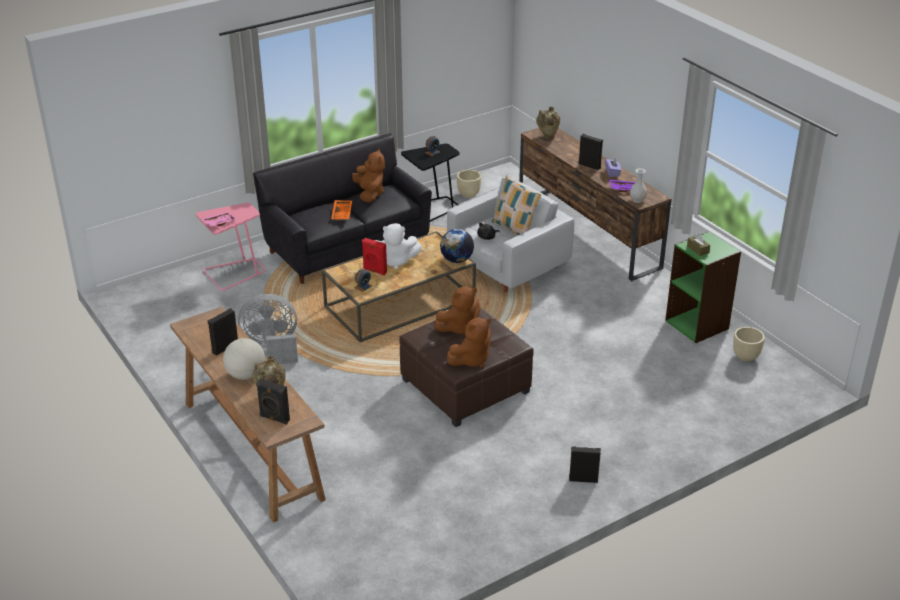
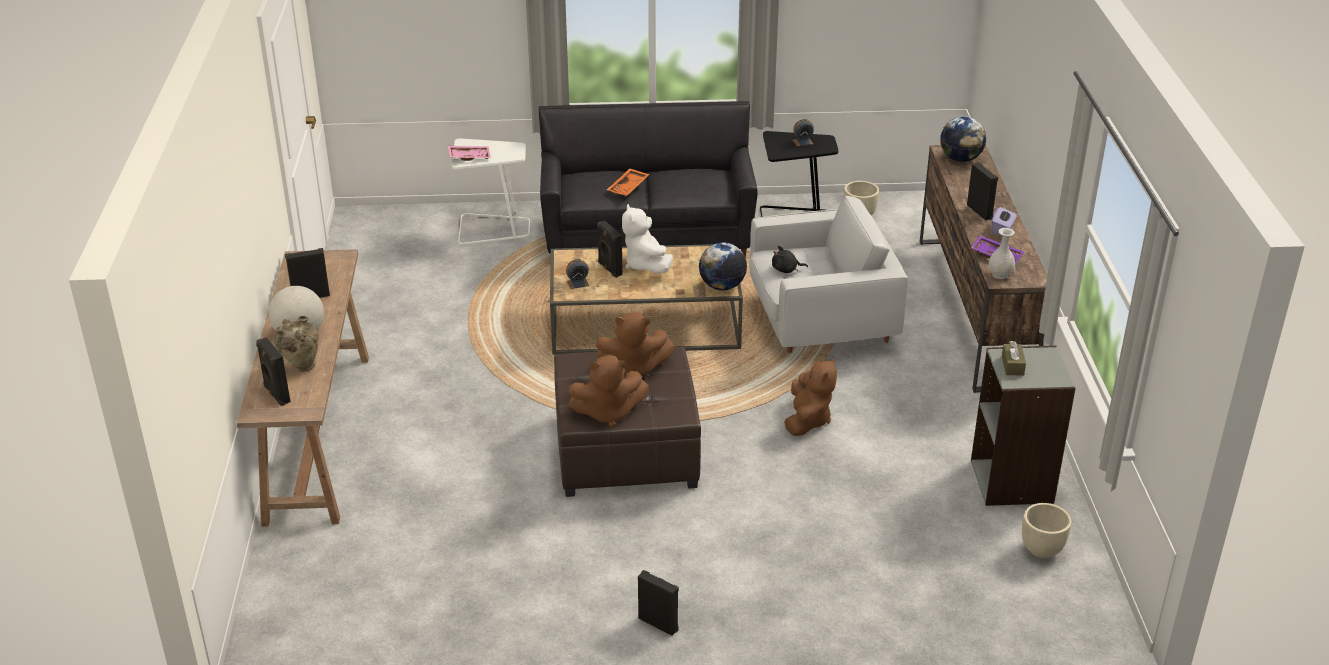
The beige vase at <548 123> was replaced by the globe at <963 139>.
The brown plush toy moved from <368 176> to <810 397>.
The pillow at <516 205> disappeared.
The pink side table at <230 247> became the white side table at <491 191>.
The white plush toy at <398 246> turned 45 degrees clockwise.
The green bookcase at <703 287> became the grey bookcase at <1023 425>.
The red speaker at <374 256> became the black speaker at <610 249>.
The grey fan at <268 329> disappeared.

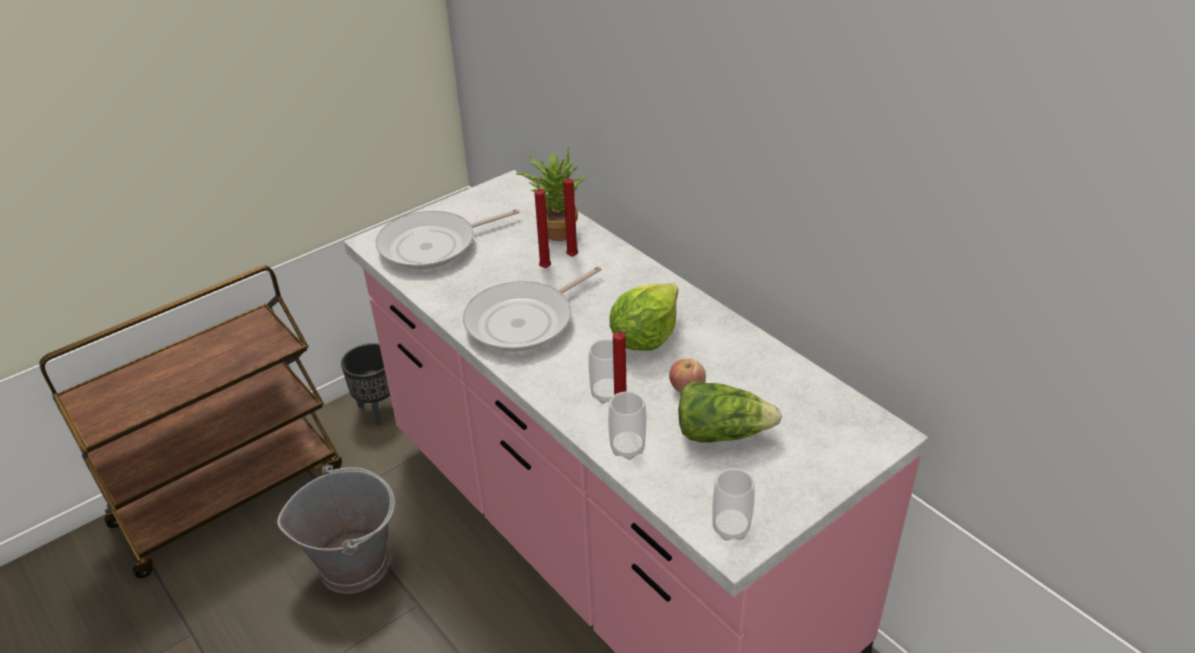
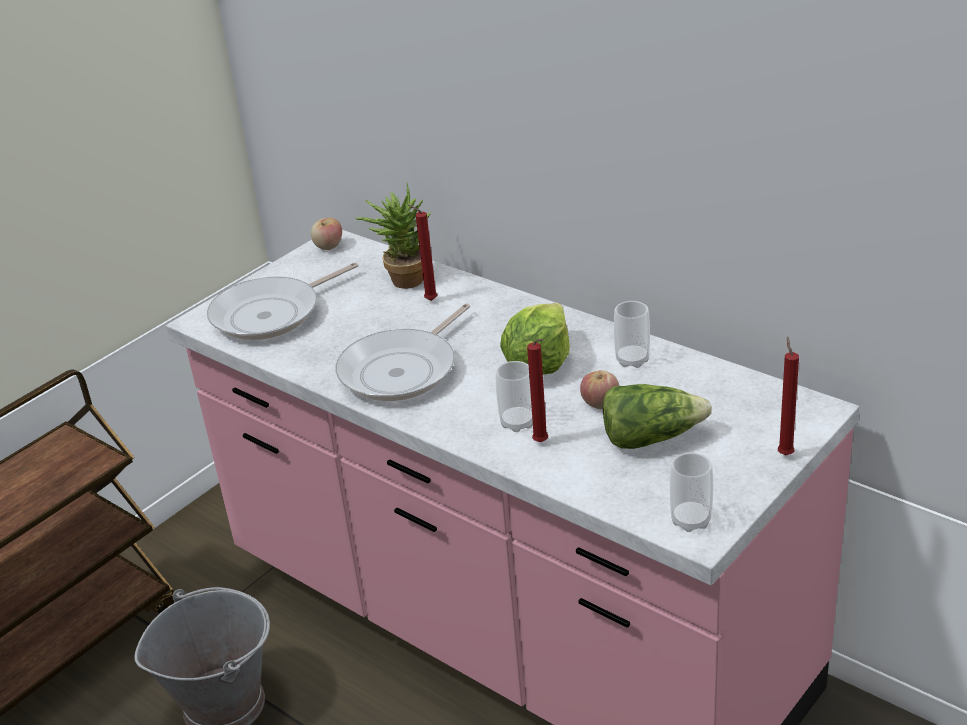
The red candle moved from <542 222> to <788 395>.
The black planter at <366 384> disappeared.
The cup moved from <627 425> to <632 334>.
The apple at <326 234> appeared.

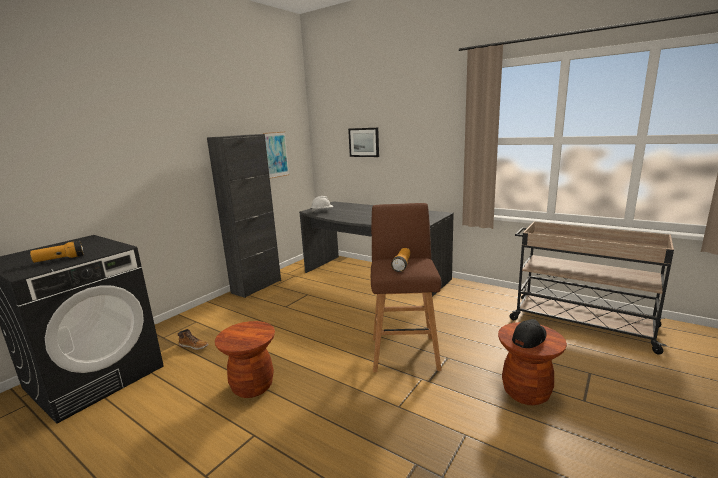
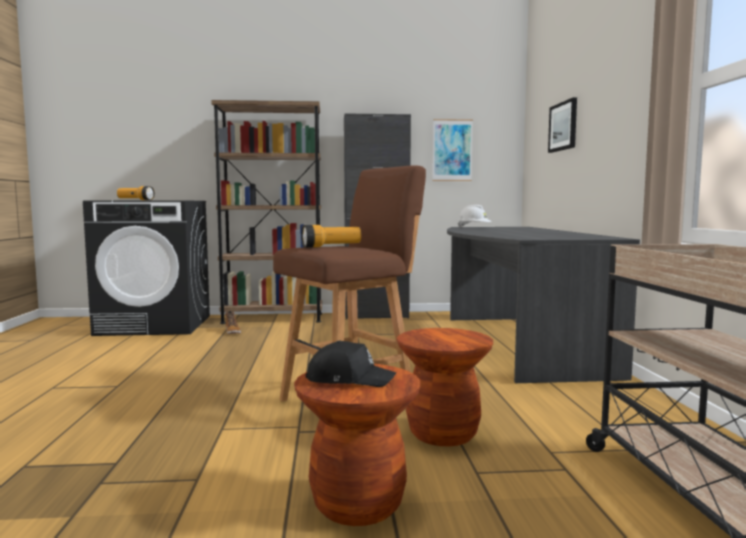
The brown stool moved from <245 359> to <445 387>.
The brown bookcase at <266 212> appeared.

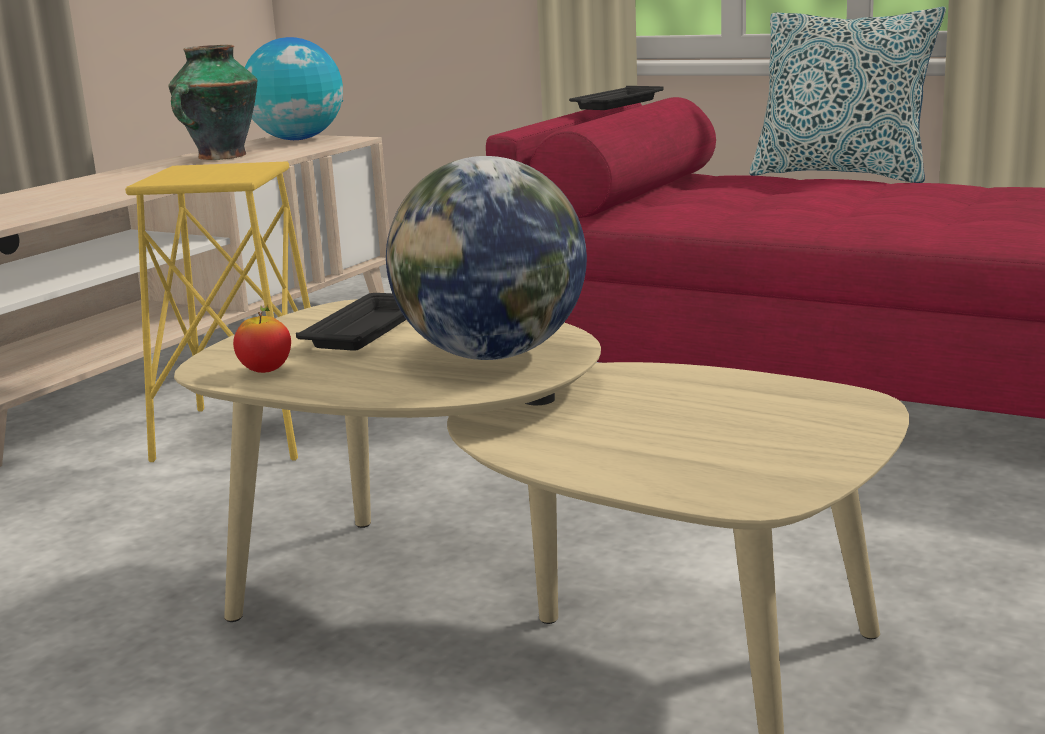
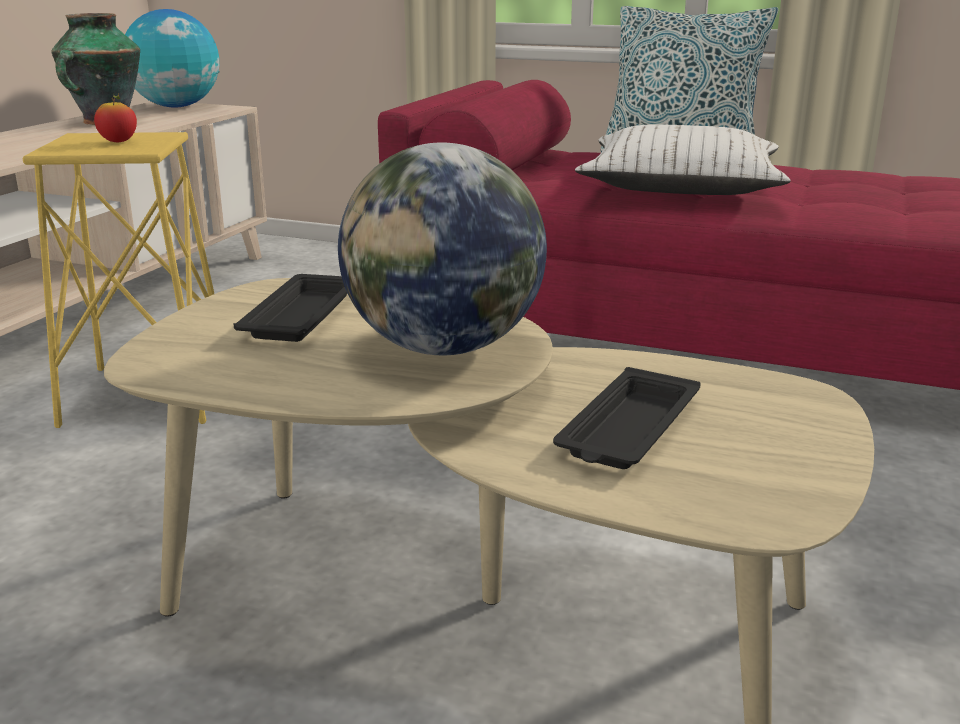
The black tray moved from <616 98> to <627 418>.
The apple moved from <262 338> to <115 117>.
The white pillow at <683 159> appeared.

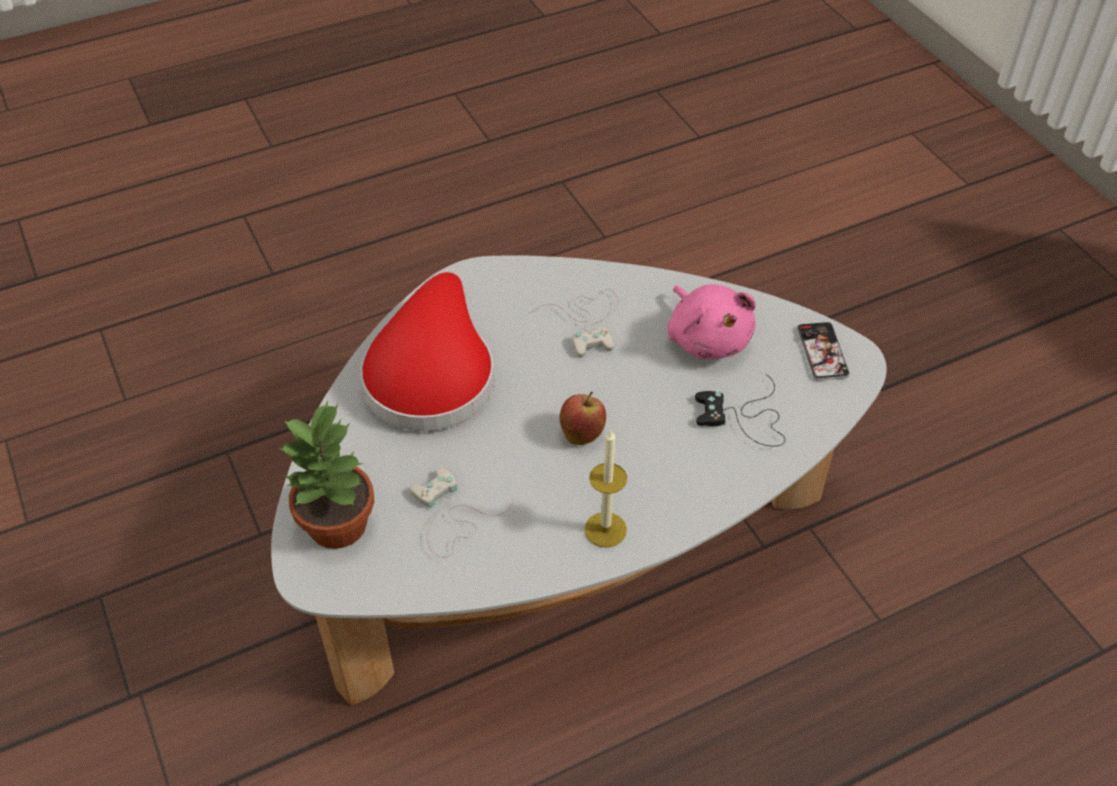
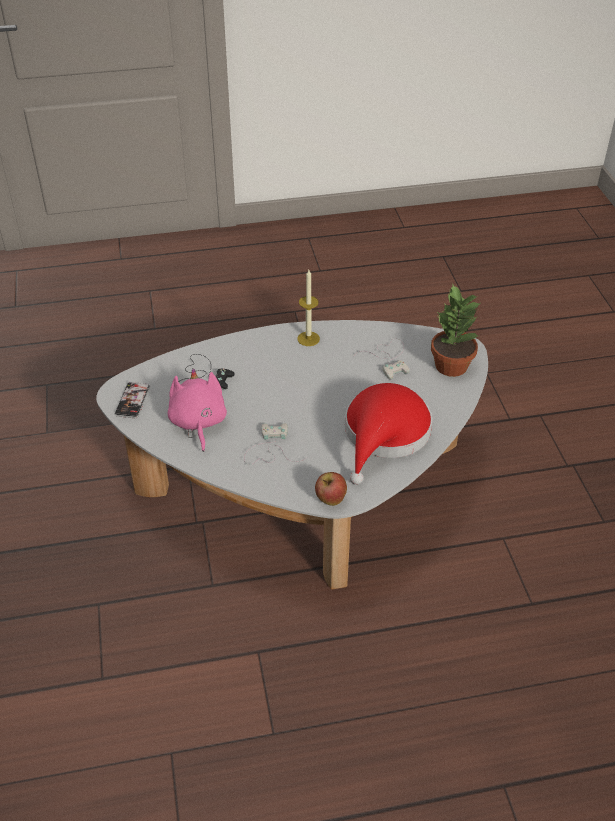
The apple moved from <583 418> to <331 489>.

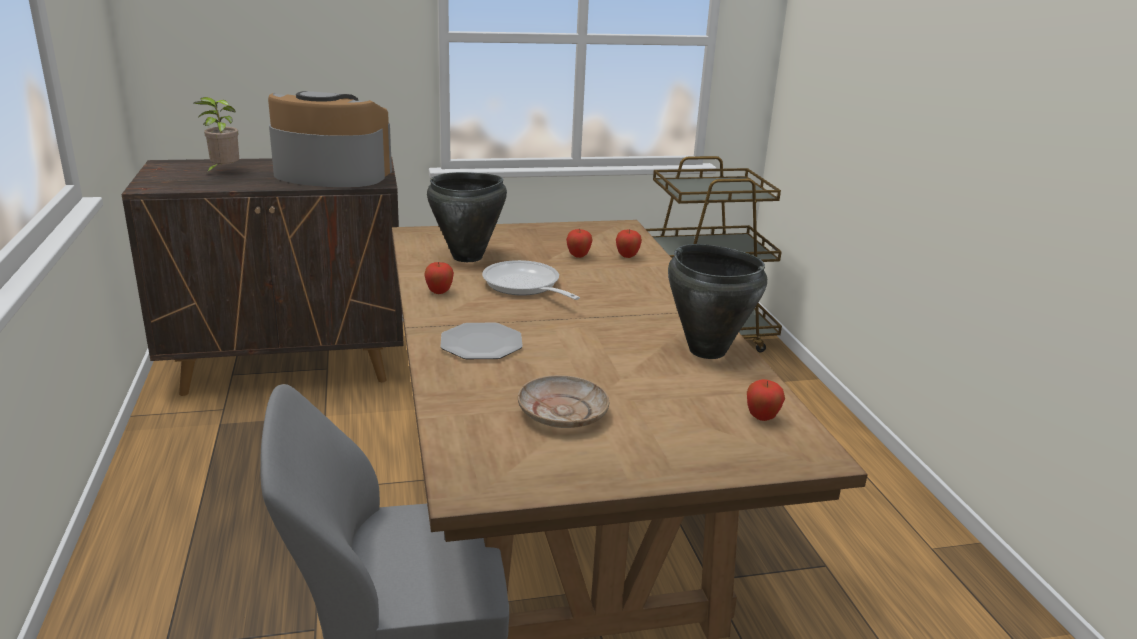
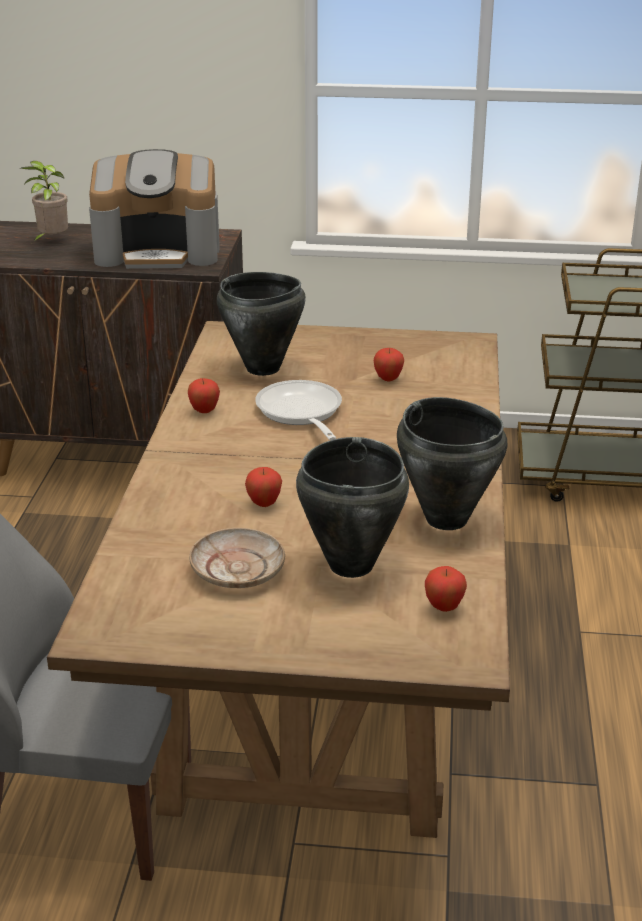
The coffee machine at <330 139> turned 150 degrees clockwise.
The apple moved from <629 243> to <263 487>.
The plate at <481 341> disappeared.
The black cooking pot at <352 507> appeared.

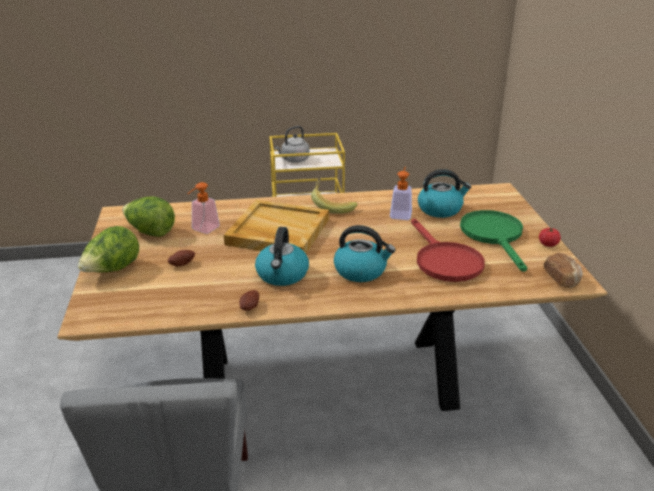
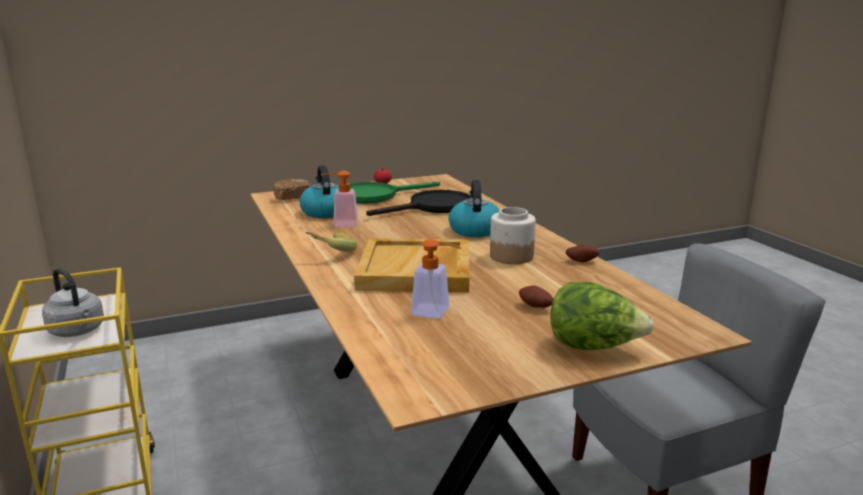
The lettuce at <148 217> disappeared.
The red frying pan at <448 250> became the black frying pan at <418 203>.
The kettle at <282 256> was replaced by the jar at <513 235>.
The bread moved from <563 270> to <292 189>.

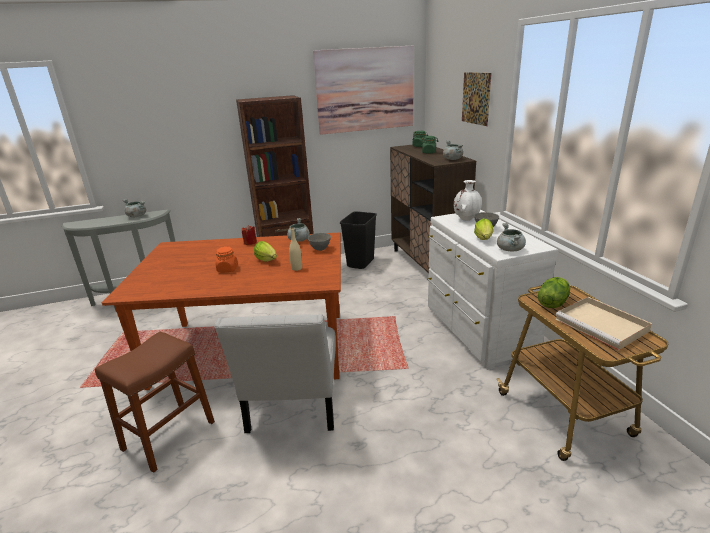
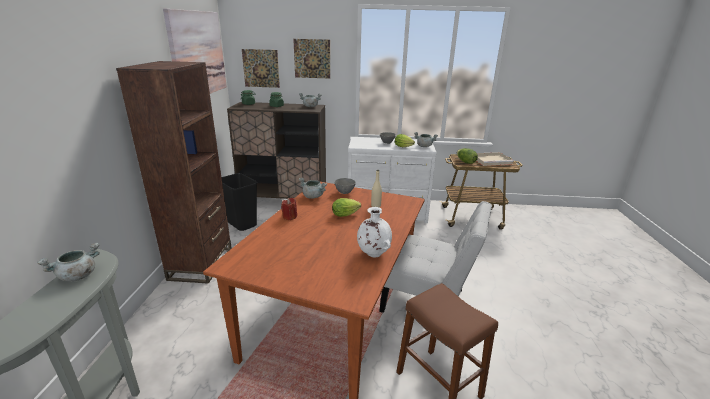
The white vase moved from <468 200> to <374 232>.
The orange jar at <226 259> disappeared.
The picture at <261 68> appeared.

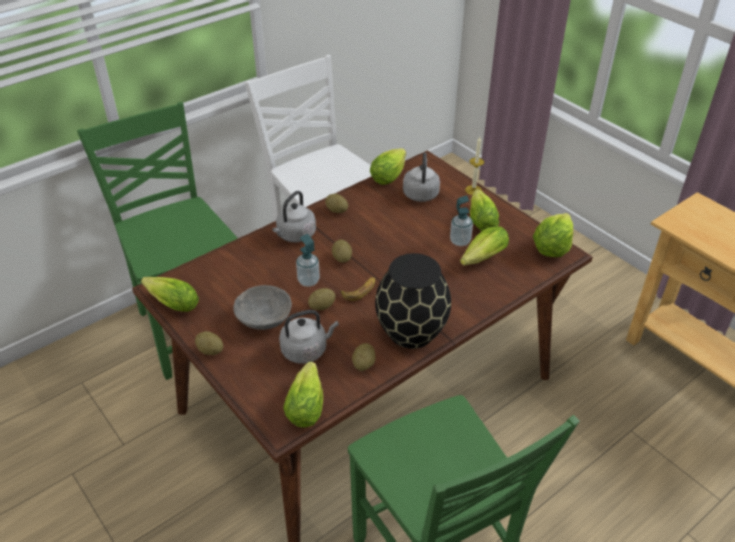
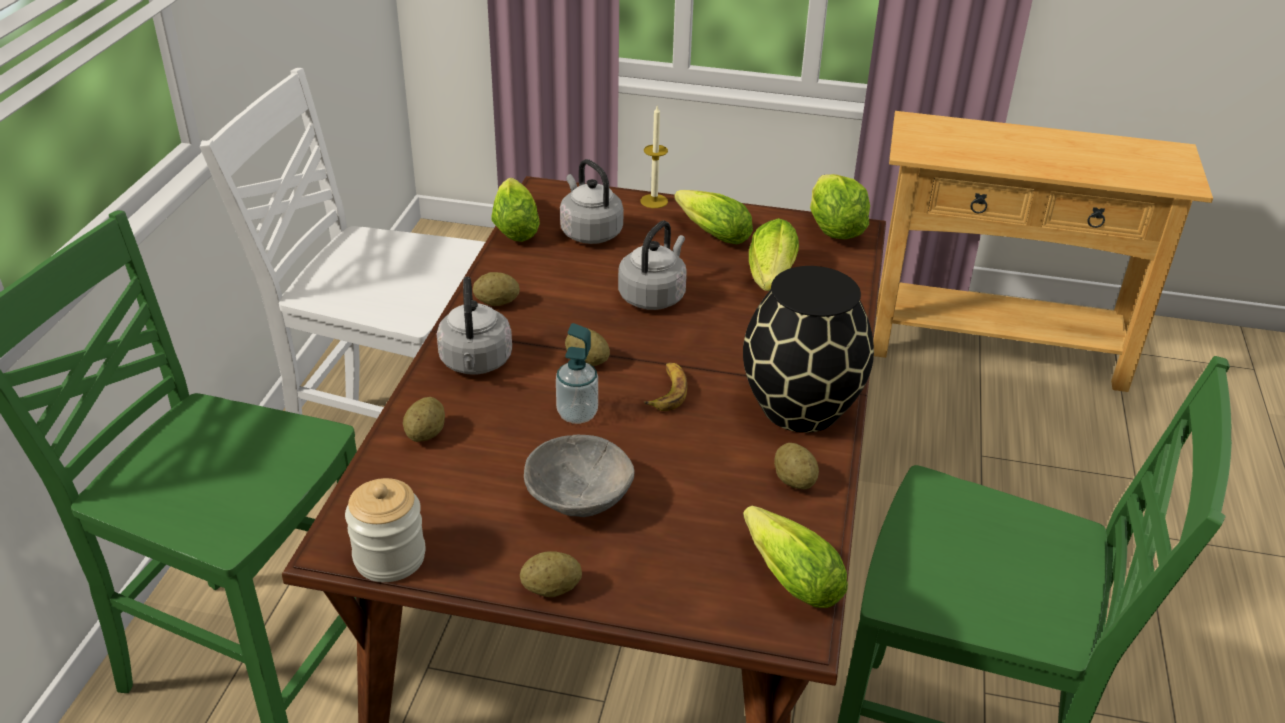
The soap dispenser at <461 221> disappeared.
The lettuce at <170 294> was replaced by the jar at <385 530>.
The potato moved from <322 299> to <424 419>.
The grey kettle moved from <309 337> to <652 265>.

